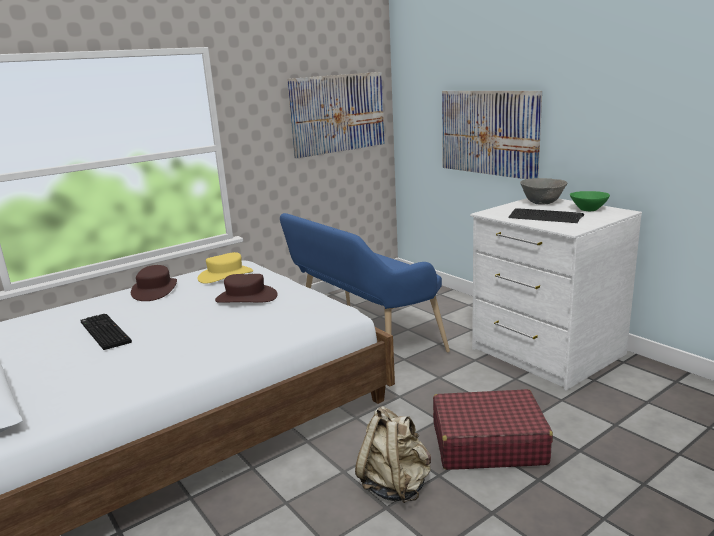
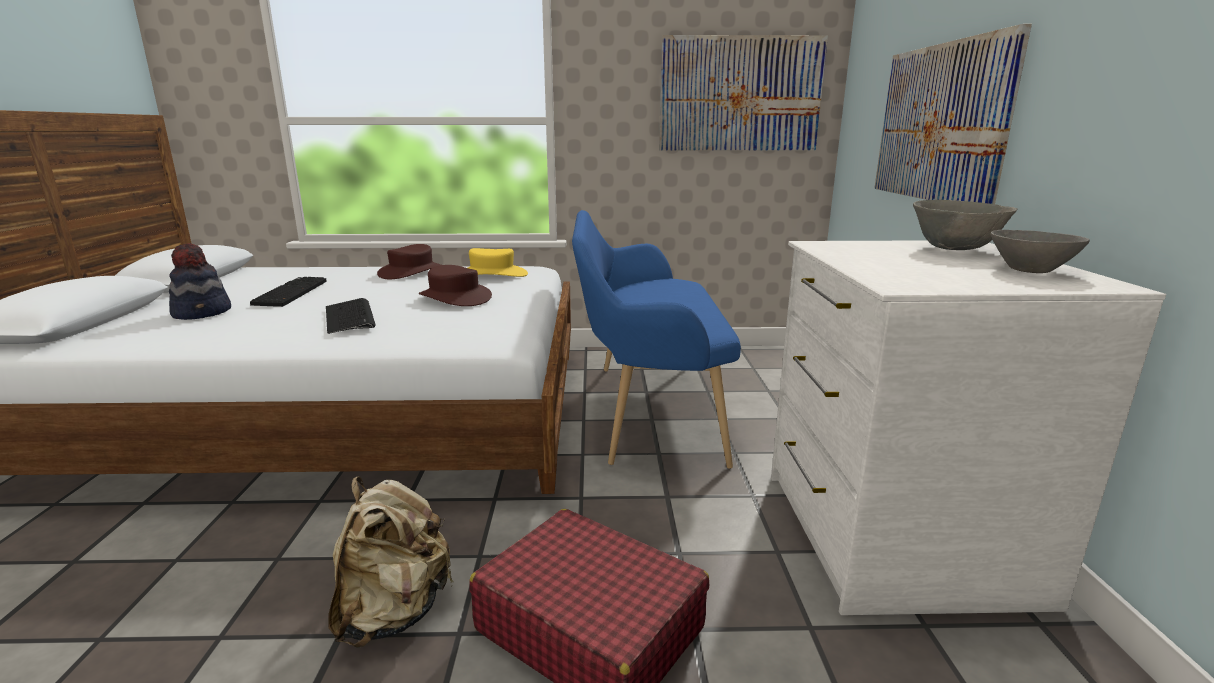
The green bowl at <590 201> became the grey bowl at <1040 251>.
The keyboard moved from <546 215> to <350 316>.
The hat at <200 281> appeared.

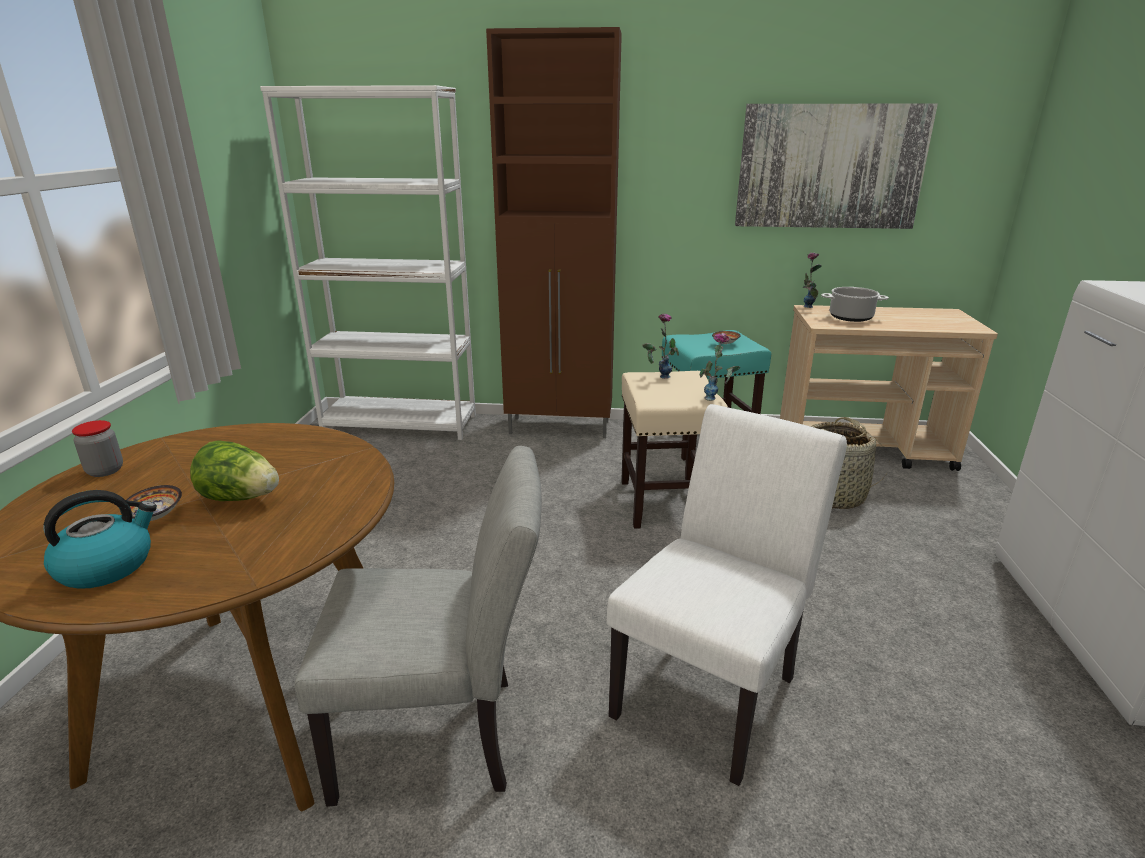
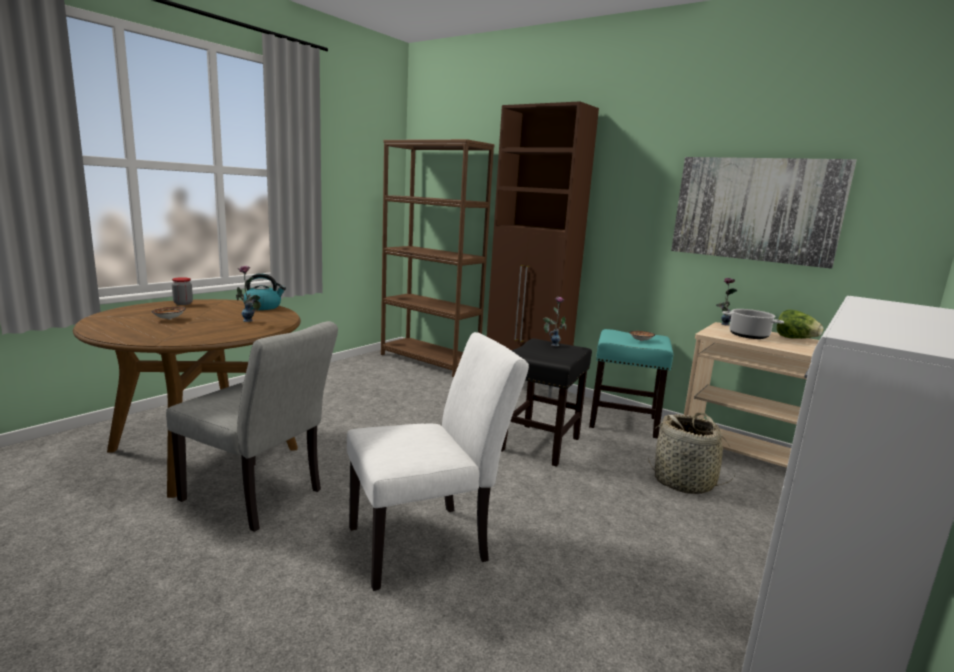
The white bookcase at <368 262> became the brown bookcase at <438 258>.
The vase moved from <719 367> to <248 293>.
The beige stool at <674 450> became the black stool at <546 403>.
The lettuce moved from <234 470> to <800 324>.
The kettle moved from <100 539> to <264 291>.

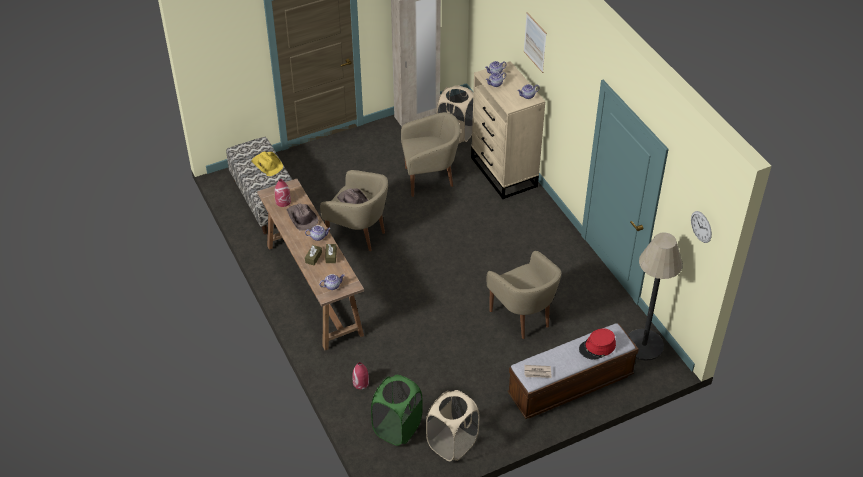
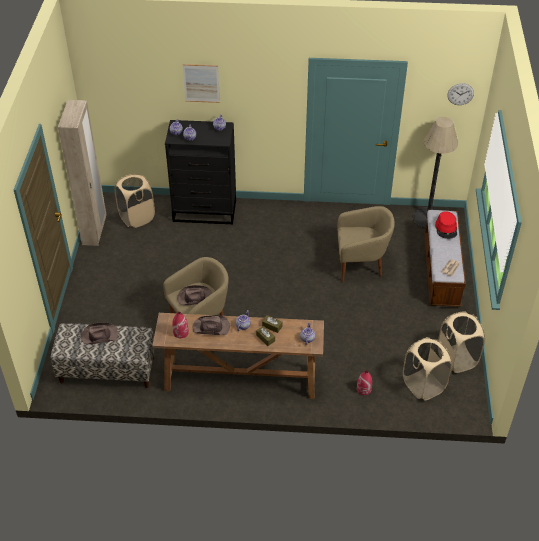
The beige dresser at <508 130> became the black dresser at <200 172>.
The beige armchair at <431 154> disappeared.
The yellow hat at <267 163> became the brown hat at <99 333>.
The green laundry basket at <396 410> became the beige laundry basket at <427 369>.

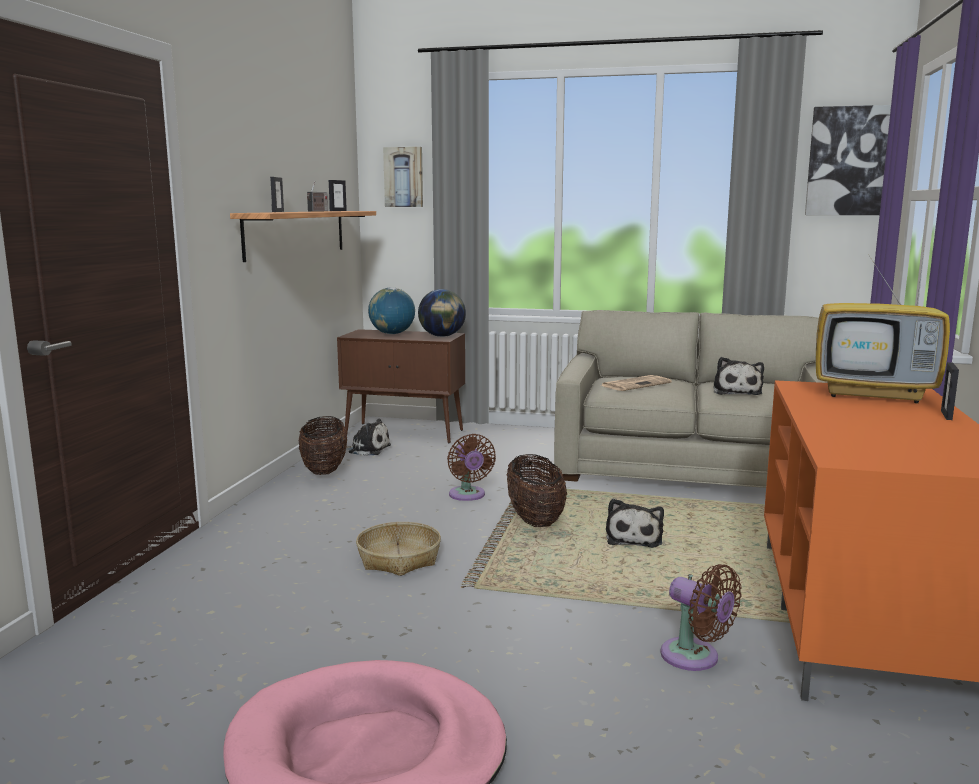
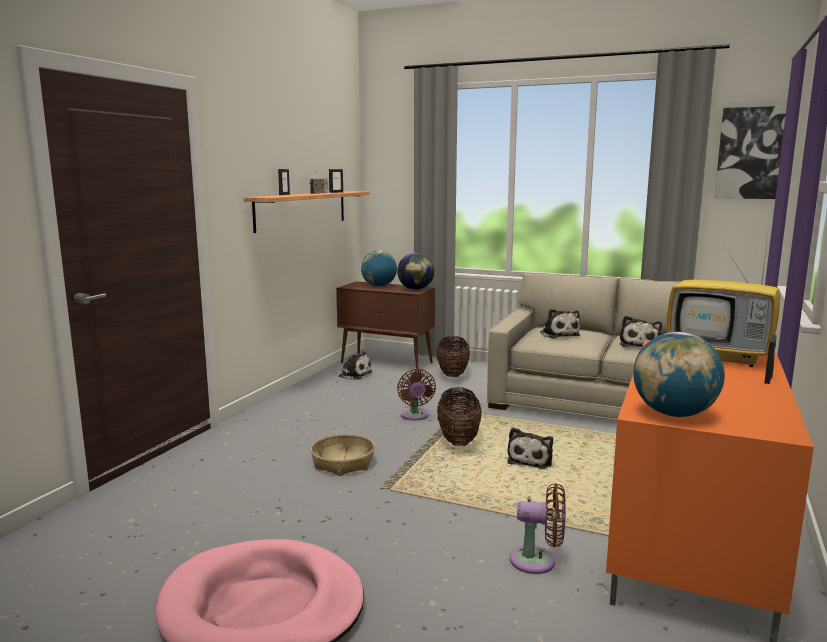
The picture at <403 177> disappeared.
The newspaper at <636 383> was replaced by the plush toy at <560 323>.
The basket moved from <323 445> to <453 356>.
The brown fan at <701 617> turned 45 degrees counterclockwise.
The globe at <679 374> appeared.

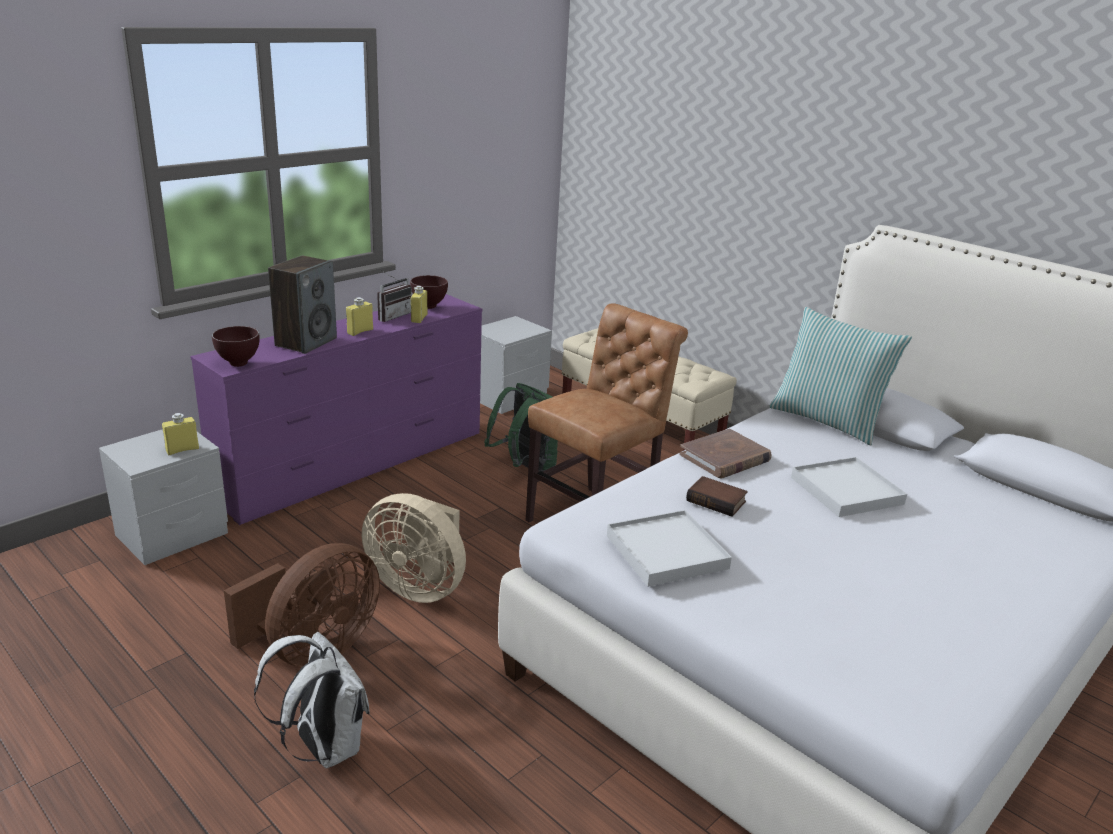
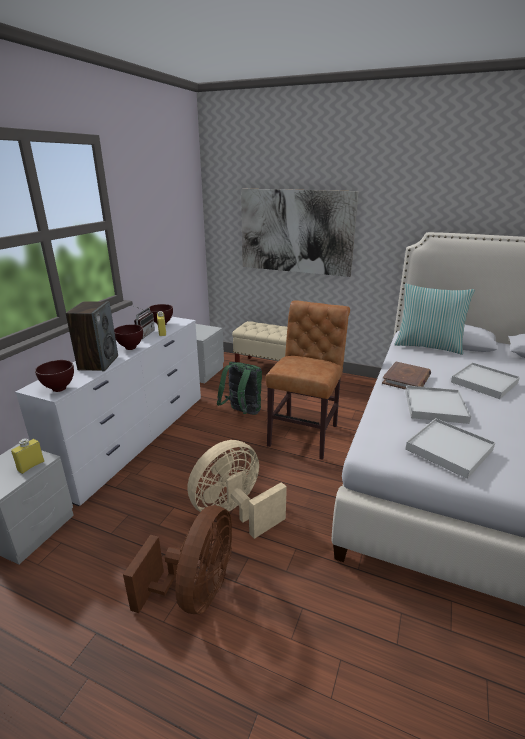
The purple dresser at <336 409> became the white dresser at <108 411>.
The yellow bottle at <359 316> was replaced by the brown bowl at <128 337>.
The book at <717 496> was replaced by the white tray at <438 404>.
The beige fan at <414 548> turned 135 degrees clockwise.
The white backpack at <312 700> disappeared.
The picture at <300 233> appeared.

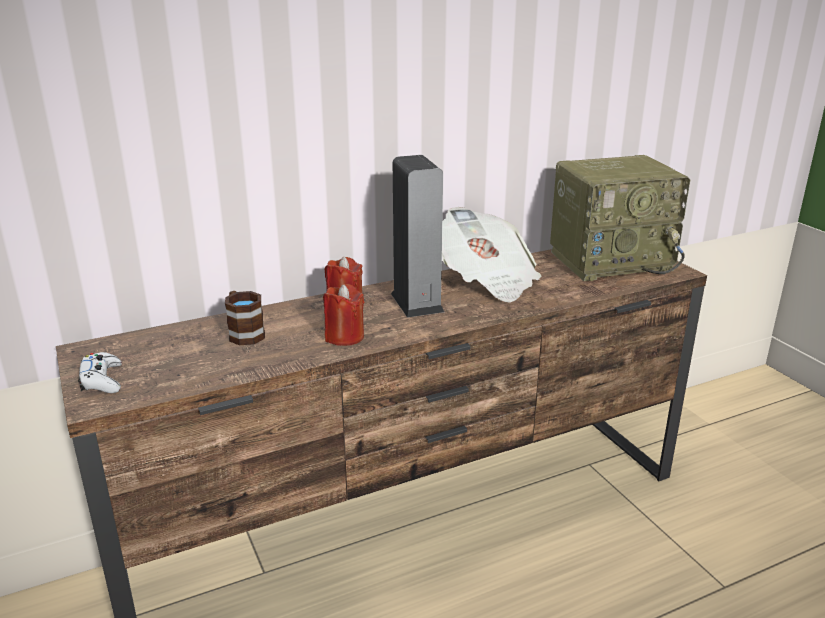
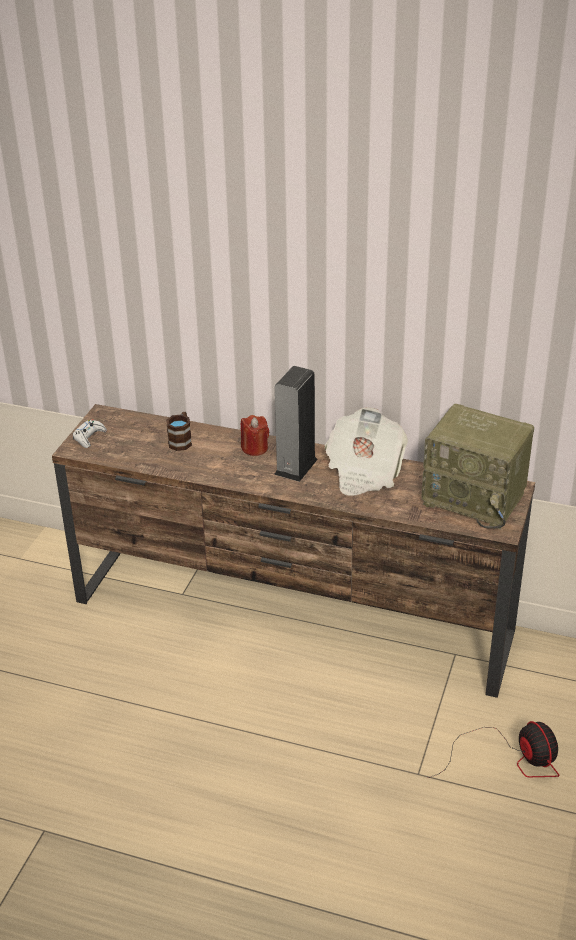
The red candle at <343 315> disappeared.
The fan at <493 749> appeared.

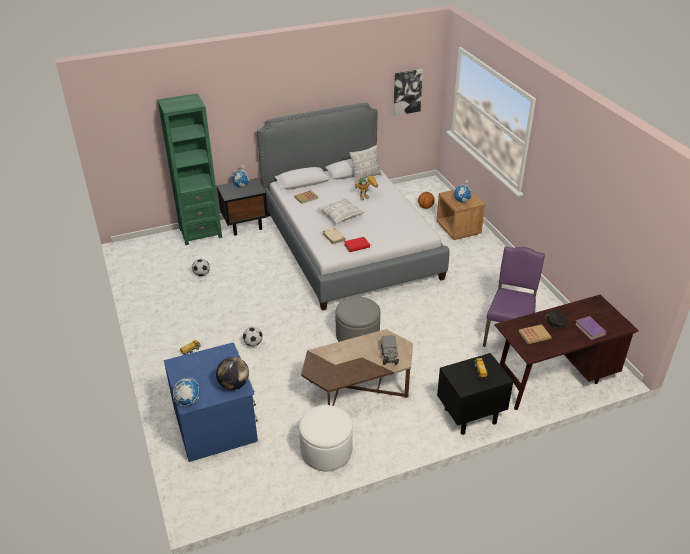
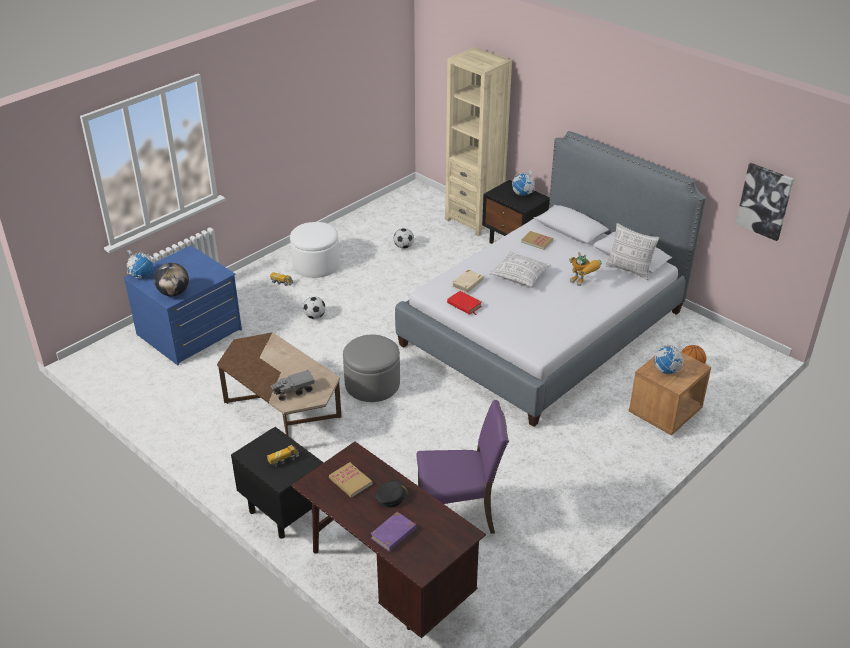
The green bookcase at <190 169> became the beige bookcase at <478 141>.
The white ottoman moved from <326 438> to <315 250>.

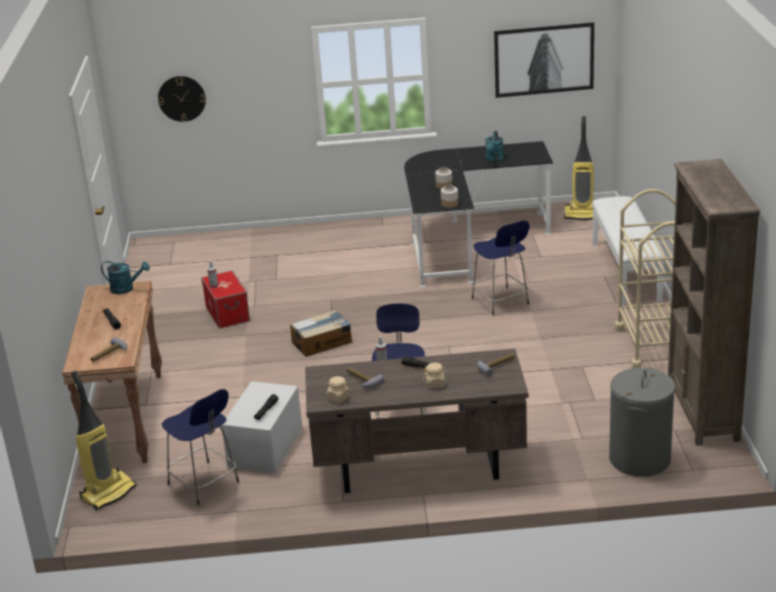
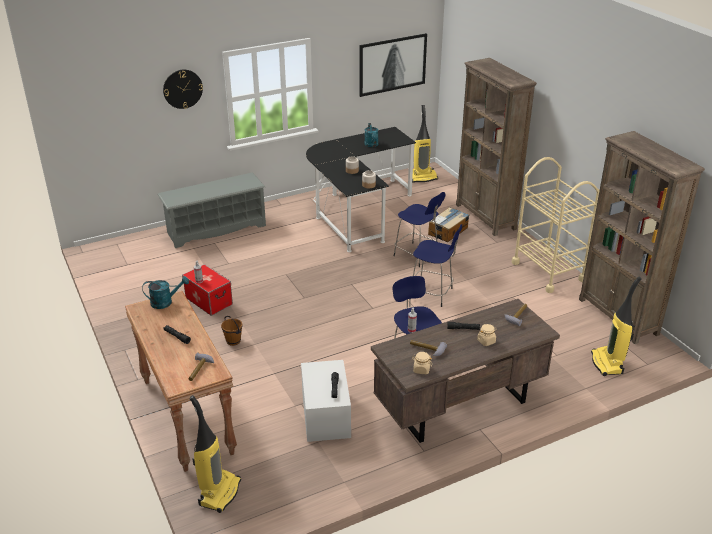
The wall clock moved from <182 99> to <183 89>.
The white bench at <628 250> was replaced by the brown bookcase at <496 147>.
The cardboard box moved from <321 333> to <448 224>.
The grey laundry basket at <642 422> was replaced by the vacuum cleaner at <616 326>.
The blue stool moved from <200 447> to <437 265>.
The grey shoe rack at <211 210> appeared.
The brown bucket at <231 331> appeared.

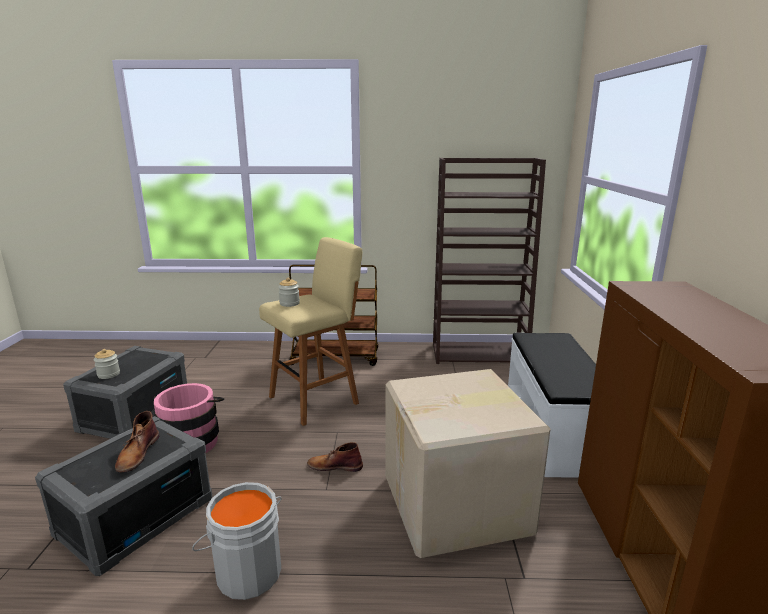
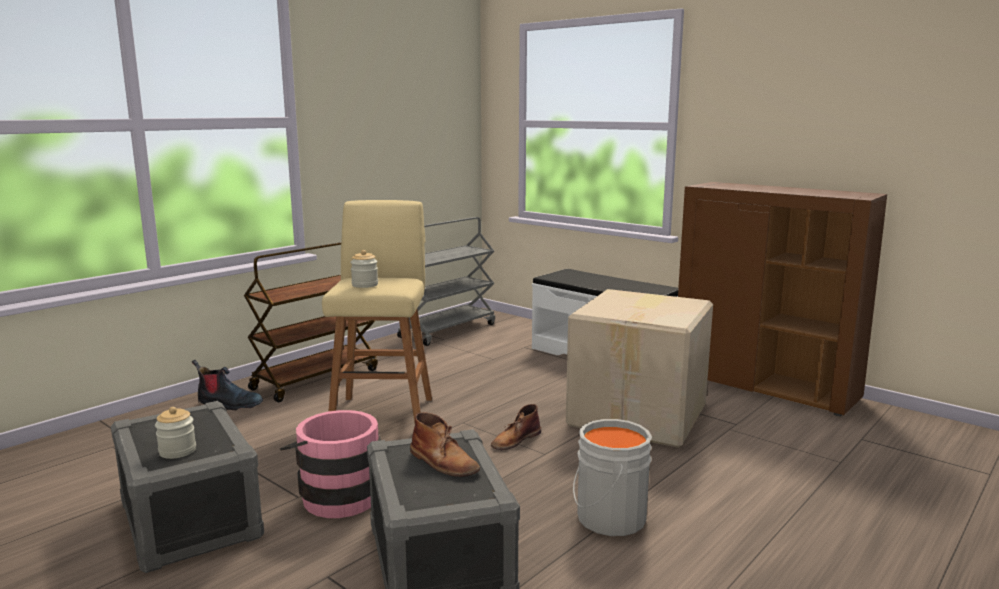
The brown bookcase at <489 261> was replaced by the grey cart at <446 281>.
The boot at <227 385> appeared.

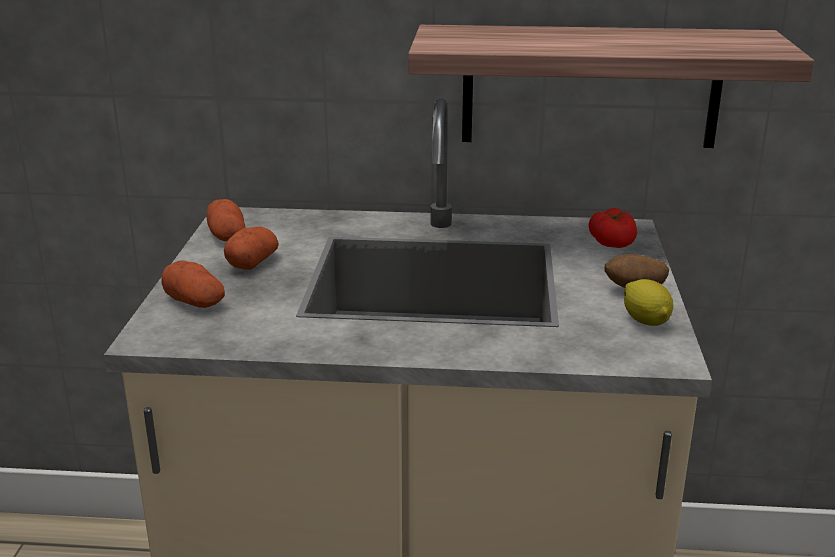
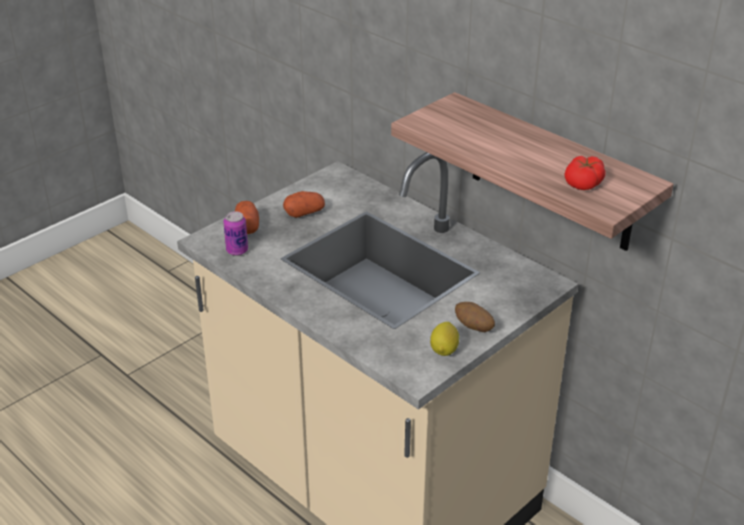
The potato at <226 220> disappeared.
The tomato moved from <612 228> to <585 173>.
The can at <235 233> appeared.

